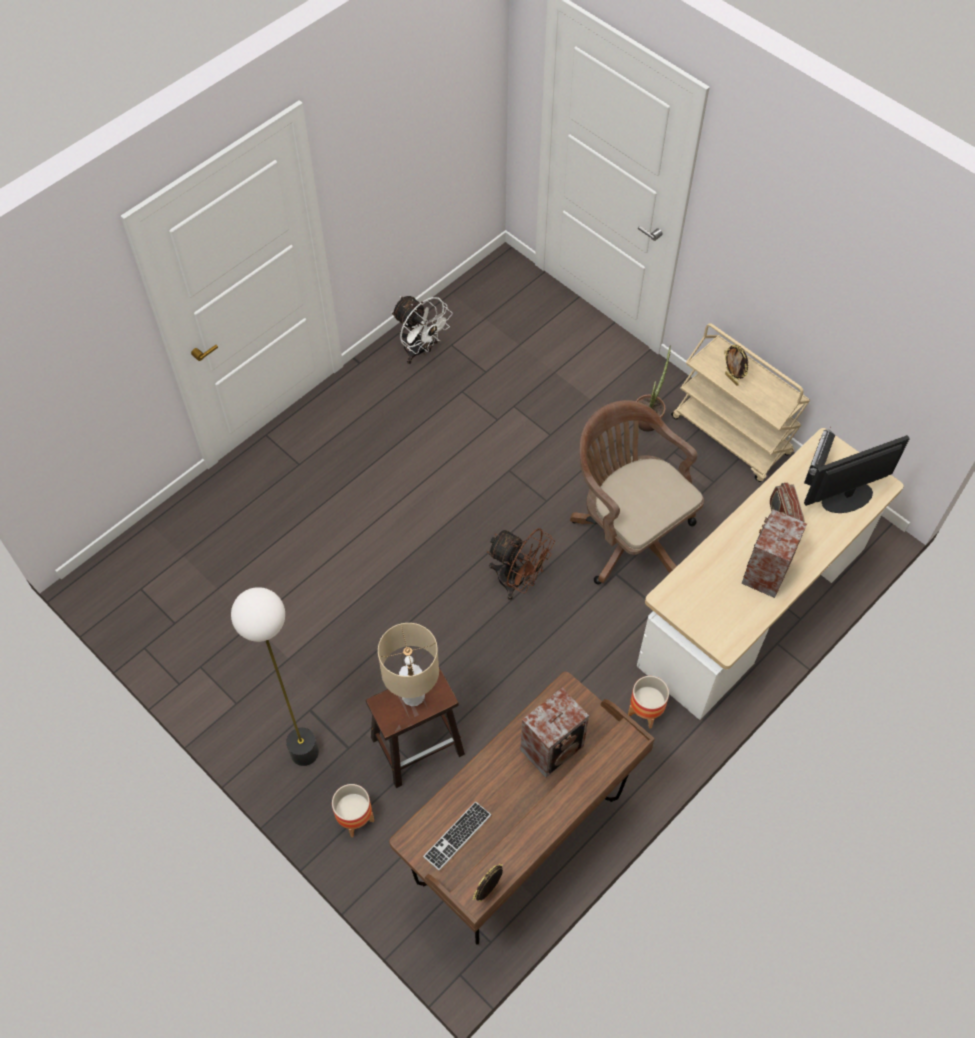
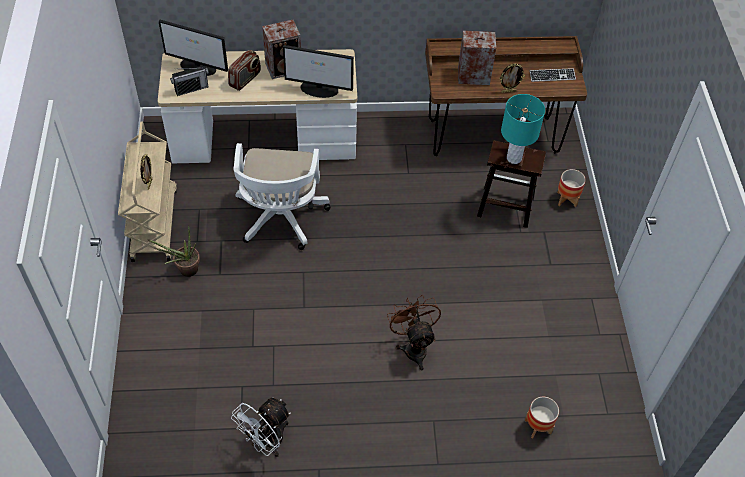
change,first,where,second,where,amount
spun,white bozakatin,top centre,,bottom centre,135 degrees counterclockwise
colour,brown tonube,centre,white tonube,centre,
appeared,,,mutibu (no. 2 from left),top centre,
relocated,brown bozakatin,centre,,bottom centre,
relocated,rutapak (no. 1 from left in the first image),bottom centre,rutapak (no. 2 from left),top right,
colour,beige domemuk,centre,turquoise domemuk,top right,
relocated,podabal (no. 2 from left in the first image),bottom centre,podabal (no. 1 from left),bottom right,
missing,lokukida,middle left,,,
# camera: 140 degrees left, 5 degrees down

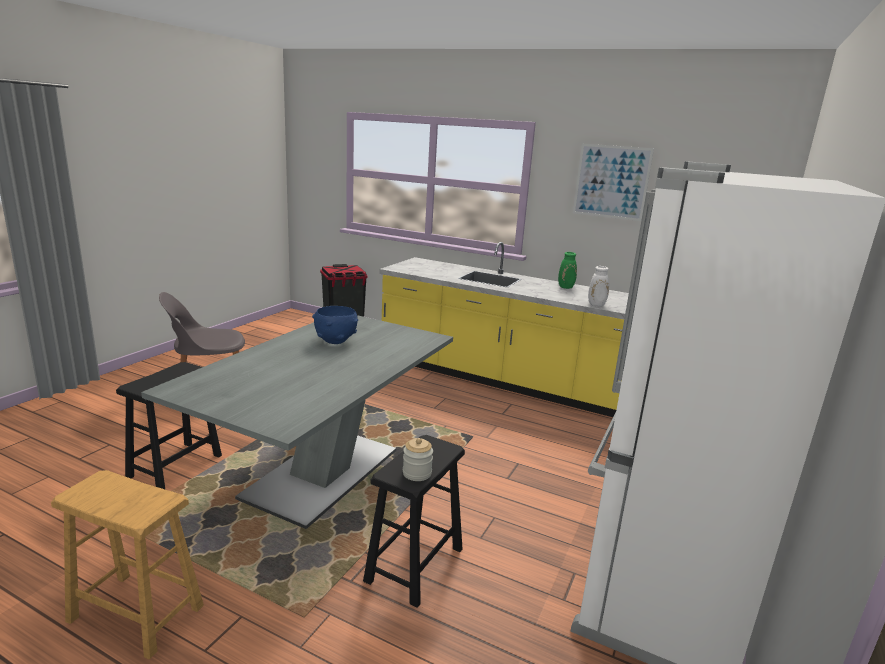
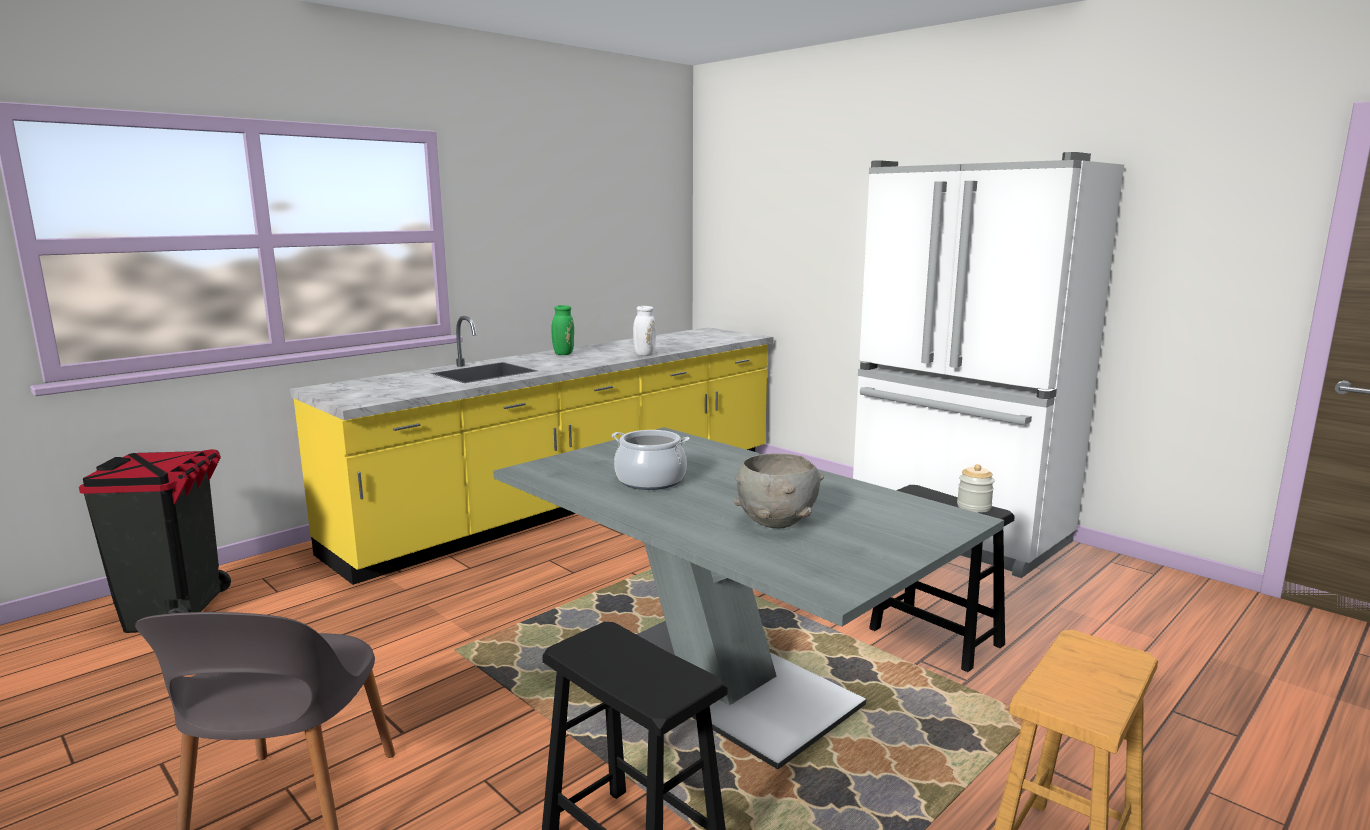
change,first,where,second,where,amount
exchanged,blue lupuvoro,centre,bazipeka,centre,
appeared,,,grey lupuvoro,centre,
missing,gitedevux,top right,,,
# camera: 70 degrees left, 5 degrees down

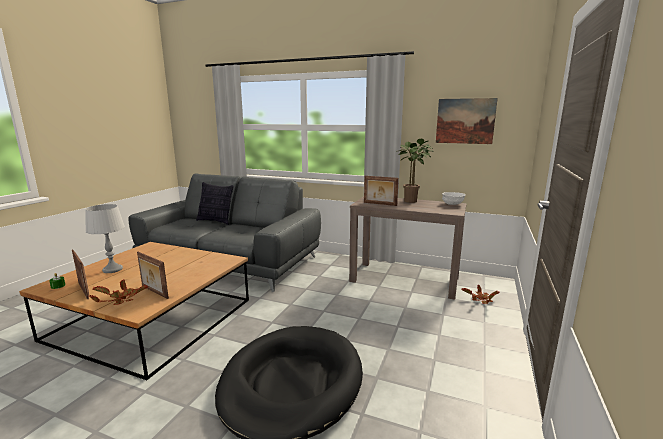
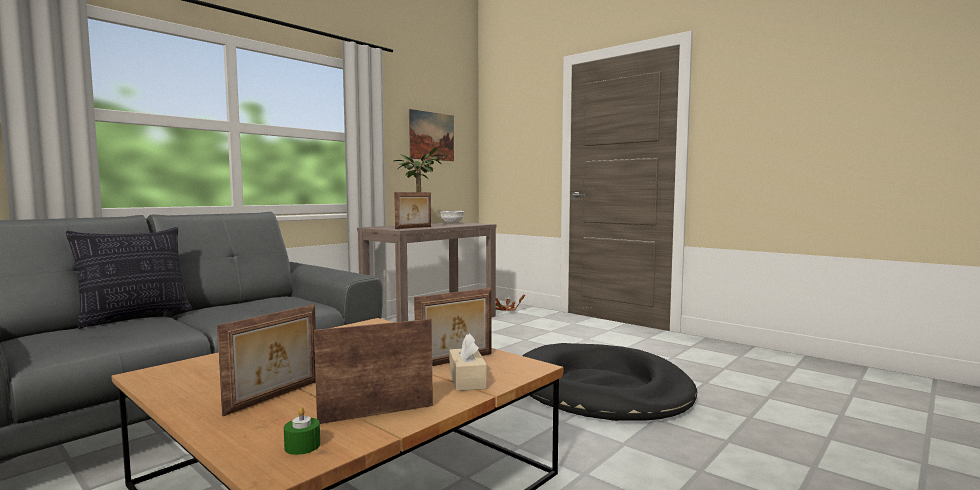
change,first,where,second,where,amount
exchanged,grey domemuk,middle left,rutapak (no. 1 from left),bottom left,
exchanged,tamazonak (no. 1 from left),middle left,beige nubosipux,bottom centre,
# camera: 70 degrees left, 10 degrees down

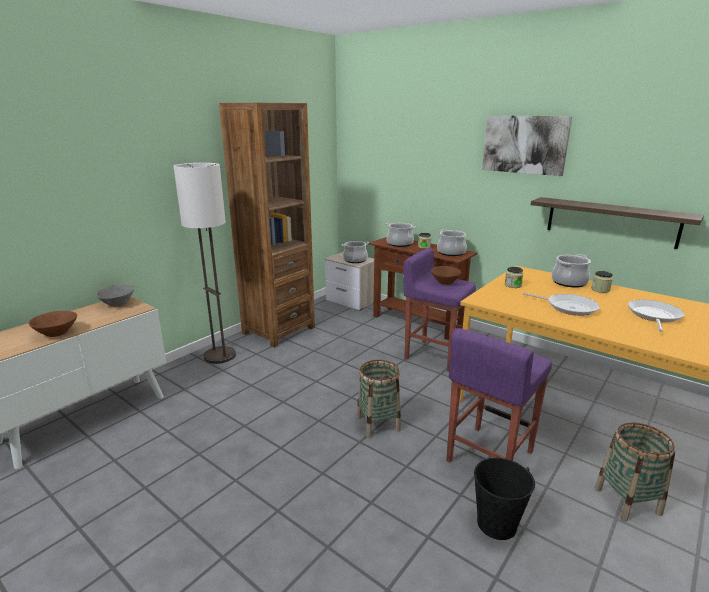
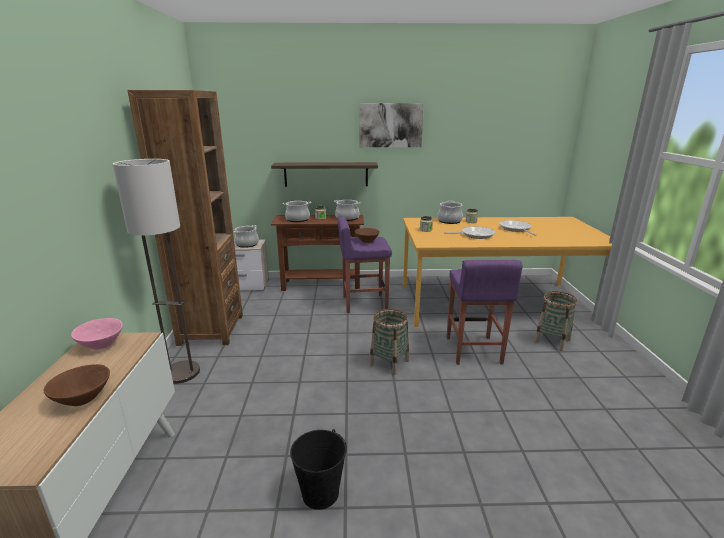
change,first,where,second,where,amount
colour,grey lupuvoro,middle left,pink lupuvoro,middle left,
relocated,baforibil,middle right,,top centre,
relocated,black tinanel,bottom right,,bottom centre,
# camera: 40 degrees left, 0 degrees up

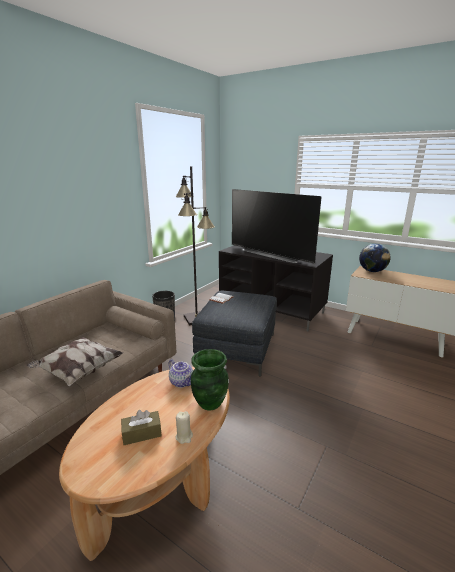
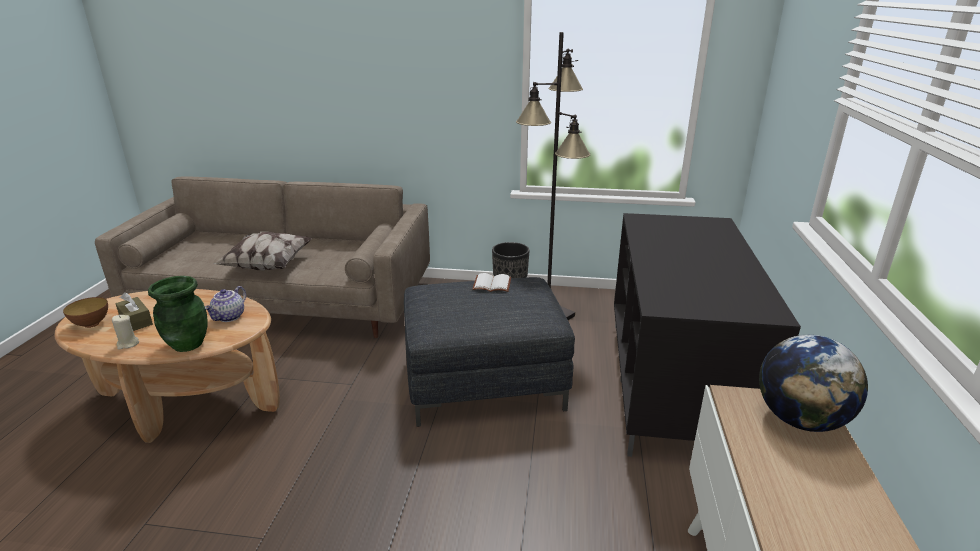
change,first,where,second,where,amount
appeared,,,lupuvoro,middle left,
missing,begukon,centre,,,
# camera: 65 degrees right, 5 degrees up

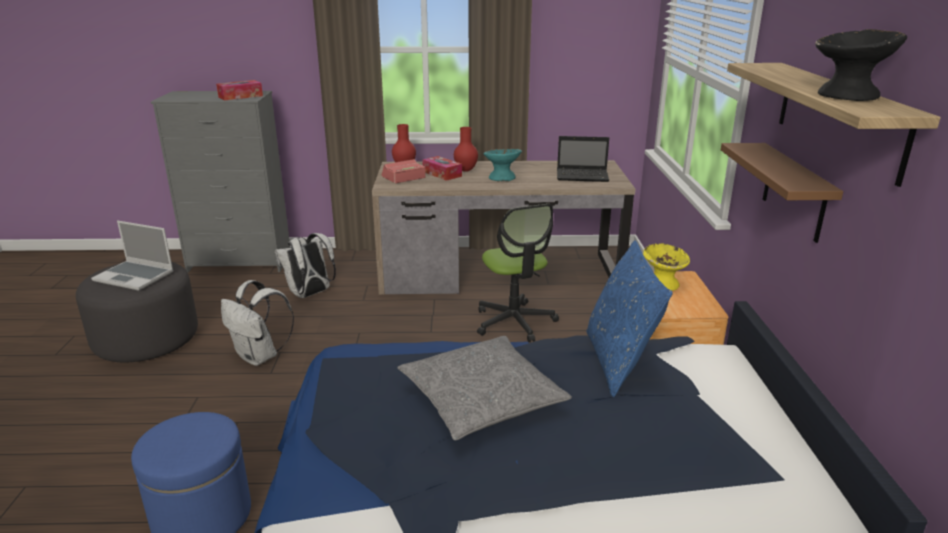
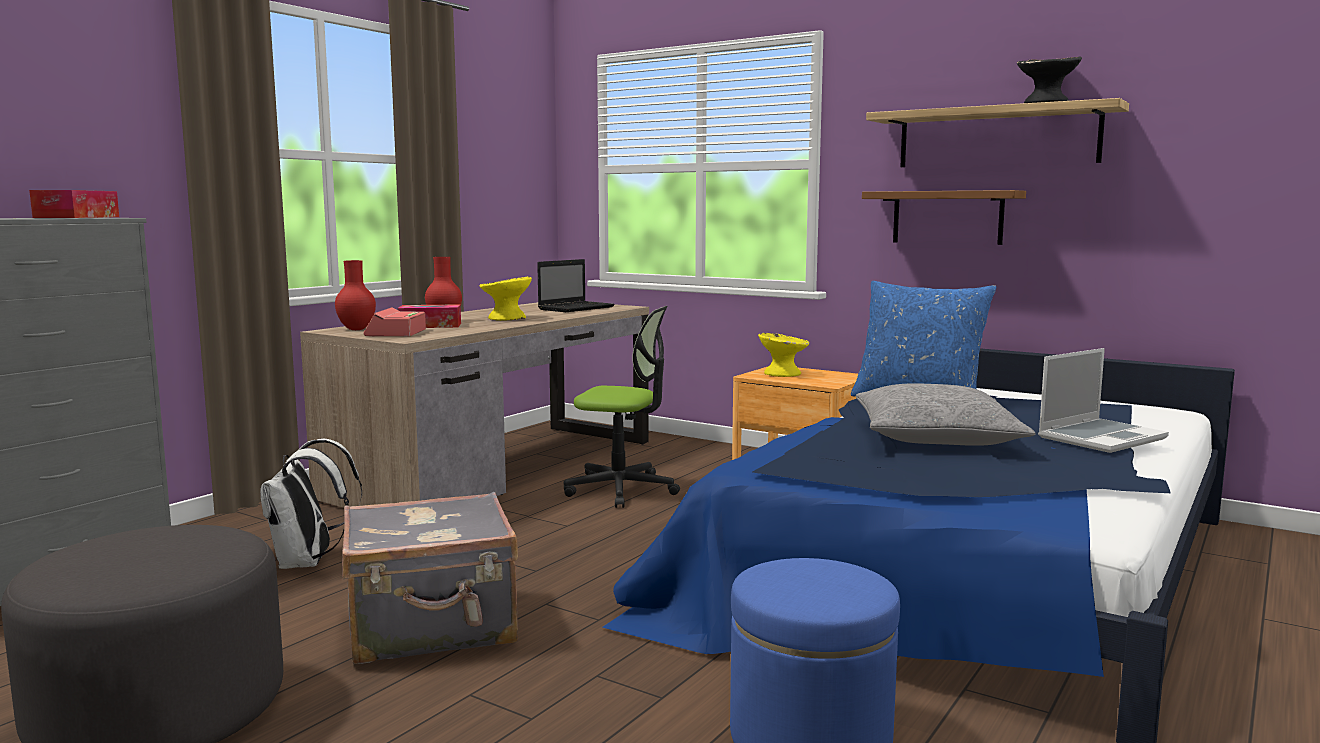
change,first,where,second,where,amount
exchanged,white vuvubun (no. 1 from left),middle left,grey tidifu,bottom left,
colour,turquoise lupuvoro,top centre,yellow lupuvoro (no. 1 from left),centre,
relocated,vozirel (no. 1 from left in the first image),middle left,vozirel (no. 2 from left),middle right,
# camera: 55 degrees left, 15 degrees down

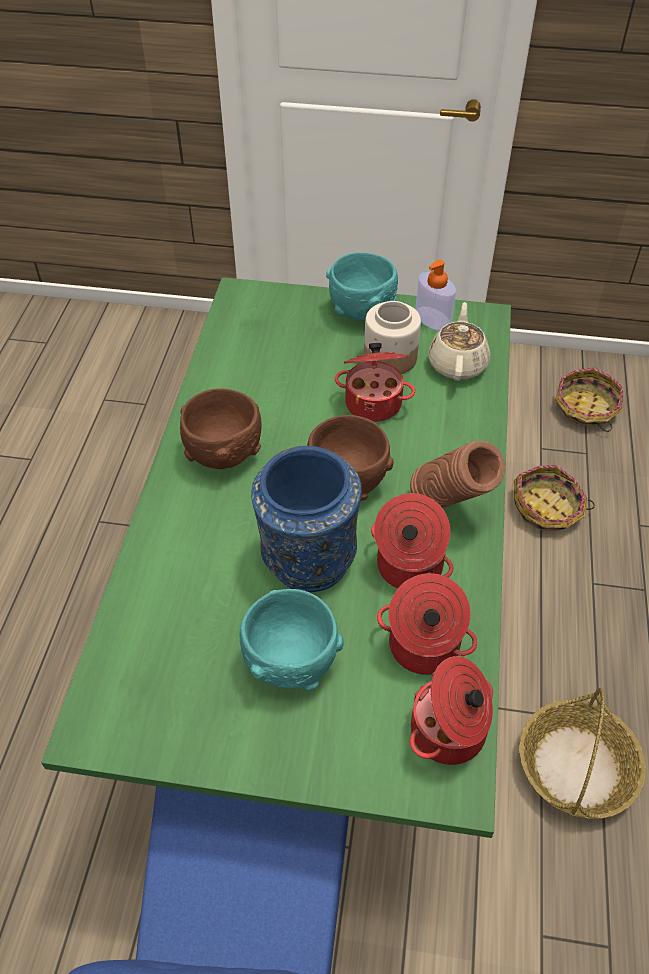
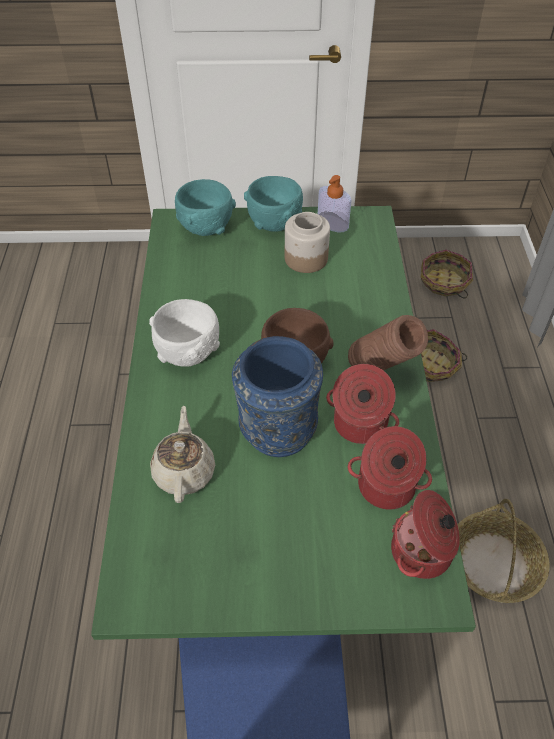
change,first,where,second,where,amount
colour,brown lupuvoro (no. 1 from left),centre,white lupuvoro,middle left,
relocated,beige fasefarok,middle right,,middle left,
relocated,turquoise lupuvoro (no. 1 from left),centre,,top centre,
missing,bazipeka (no. 1 from left),centre,,,
# camera: 10 degrees left, 0 degrees up

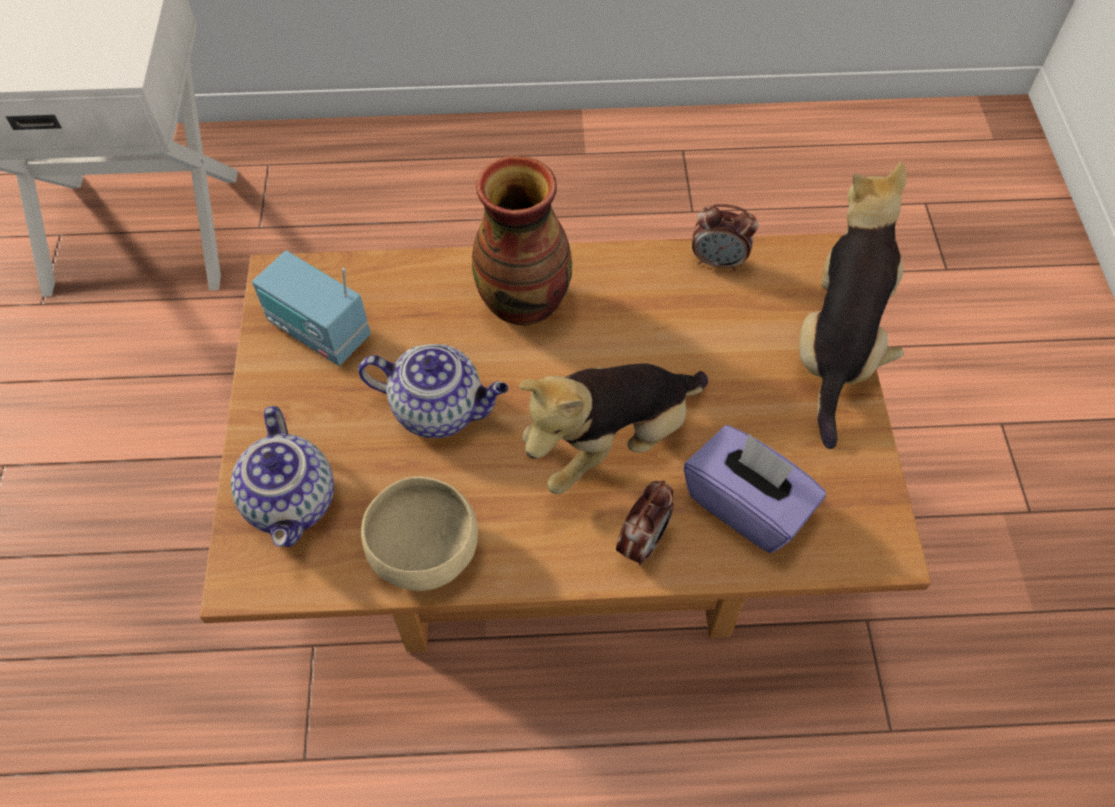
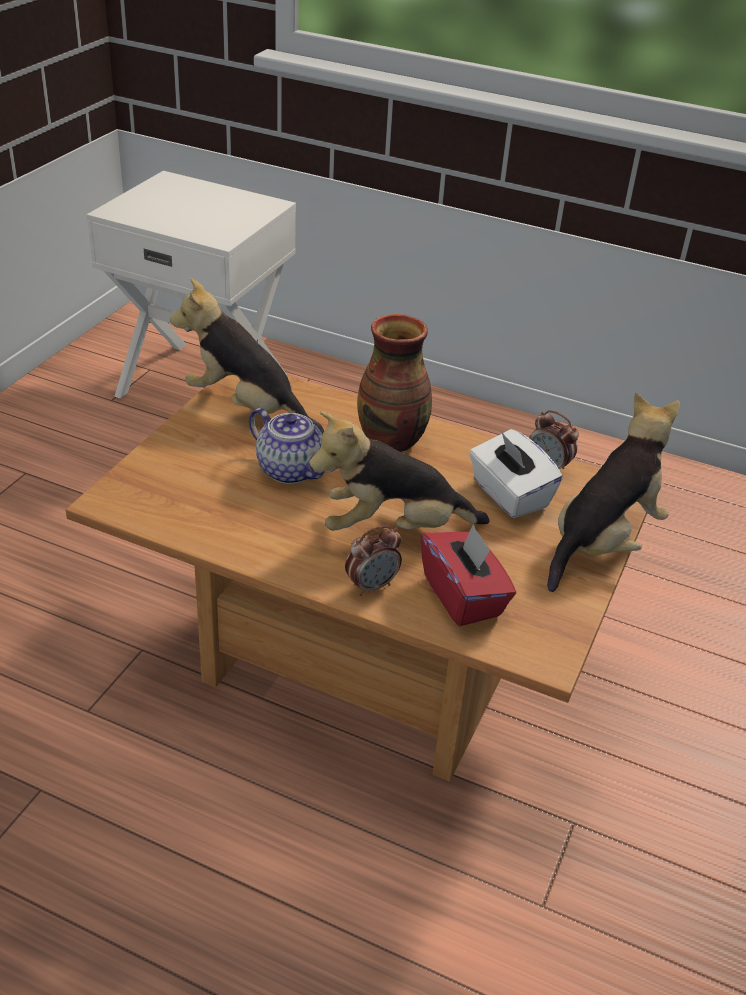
change,first,where,second,where,amount
exchanged,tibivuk,middle left,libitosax (no. 1 from left),middle left,
colour,purple nubosipux,middle right,red nubosipux,centre,
appeared,,,white nubosipux,middle right,
missing,fasefarok (no. 1 from left),middle left,,,
missing,beige lupuvoro,centre,,,
# camera: 25 degrees right, 20 degrees down

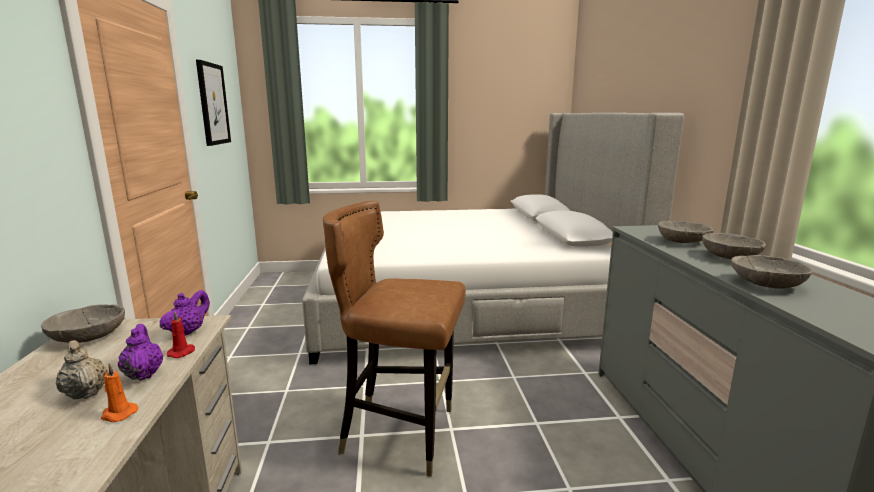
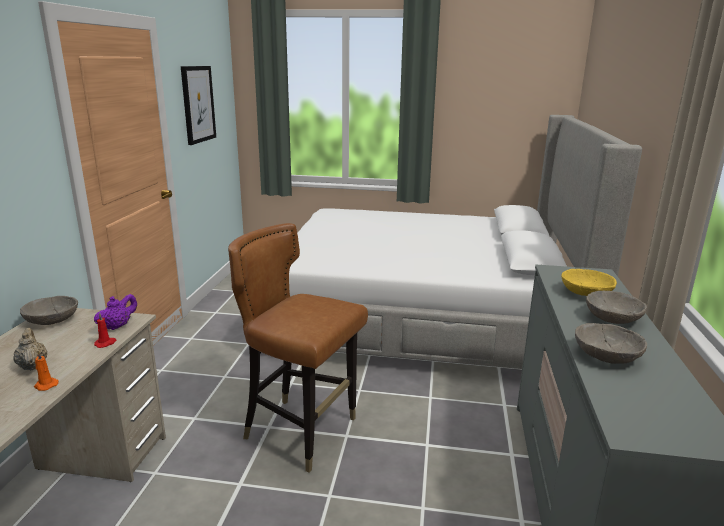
change,first,where,second,where,amount
colour,grey lupuvoro (no. 2 from left),middle right,yellow lupuvoro,middle right,
missing,purple fasefarok (no. 1 from left),bottom left,,,
# camera: 15 degrees right, 5 degrees up

